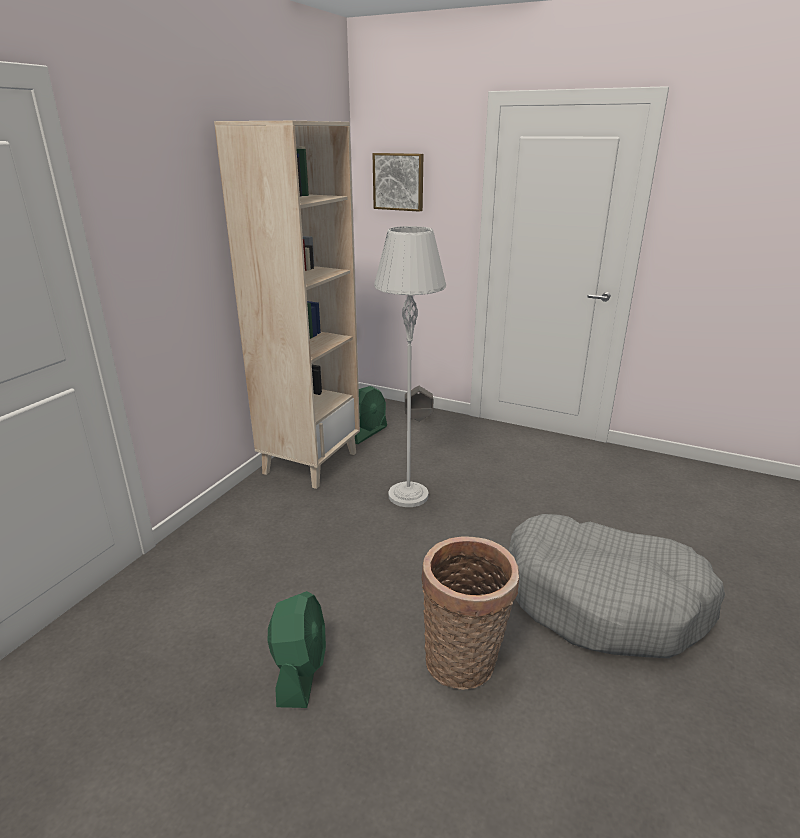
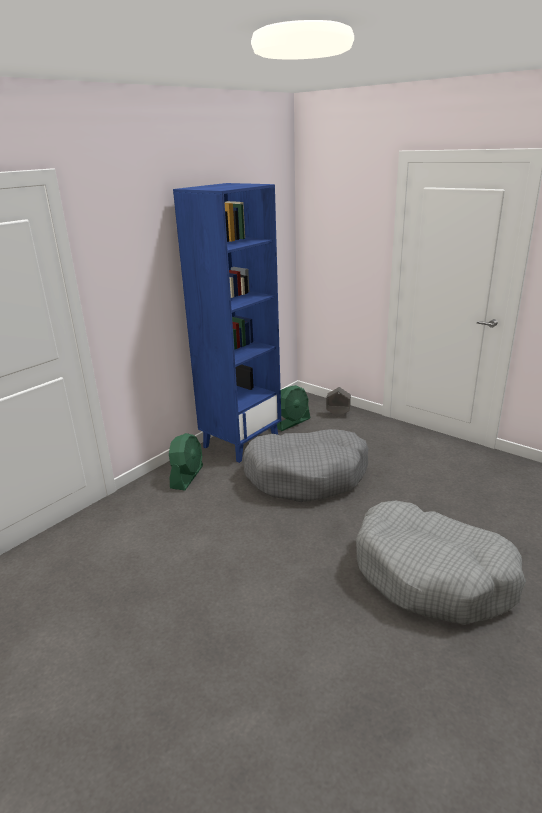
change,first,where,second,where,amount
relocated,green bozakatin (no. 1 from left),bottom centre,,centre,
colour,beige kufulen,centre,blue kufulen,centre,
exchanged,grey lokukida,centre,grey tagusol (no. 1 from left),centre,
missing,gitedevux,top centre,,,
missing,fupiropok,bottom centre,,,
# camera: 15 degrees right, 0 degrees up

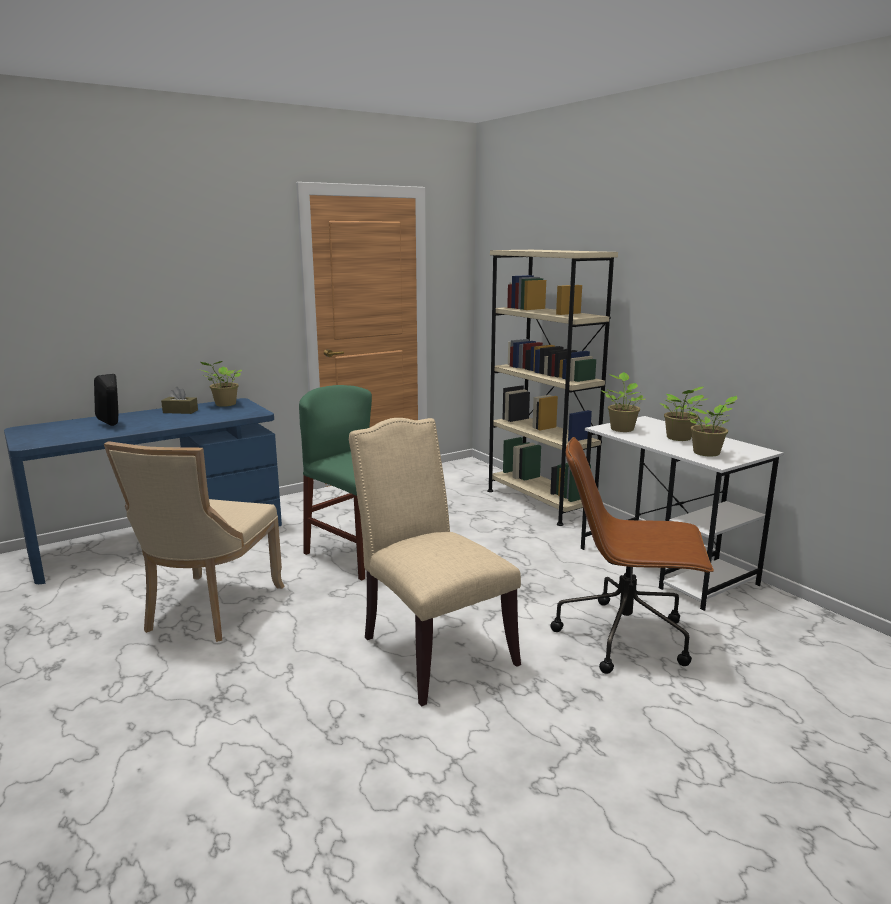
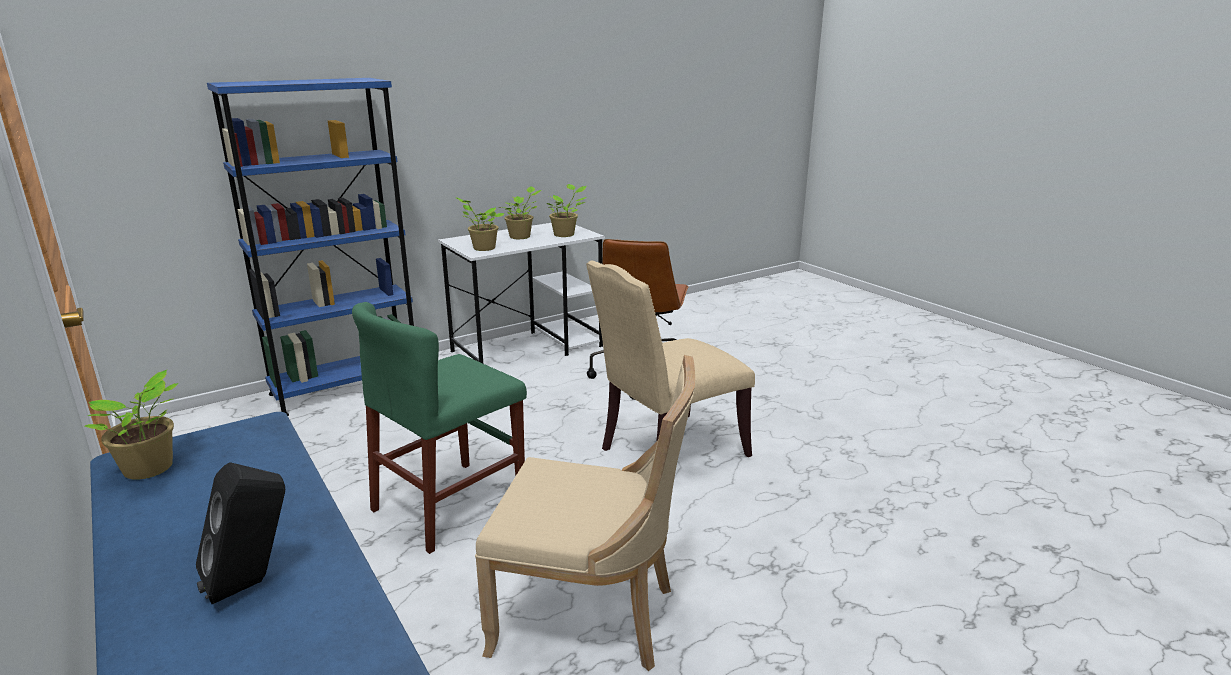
change,first,where,second,where,amount
colour,beige kufulen,centre,blue kufulen,middle left,
missing,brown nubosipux,middle left,,,
# camera: 90 degrees left, 5 degrees up

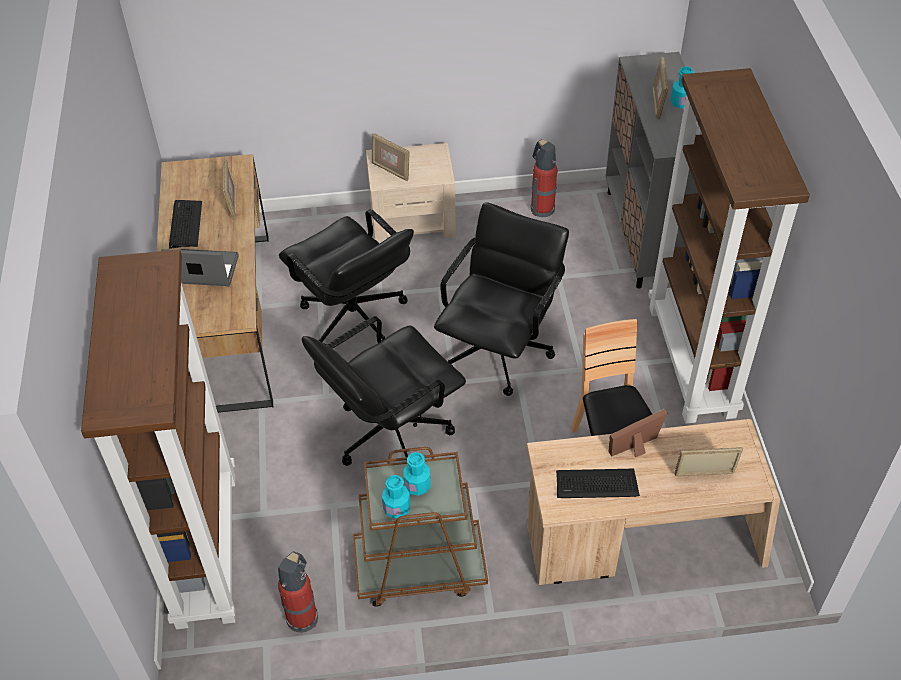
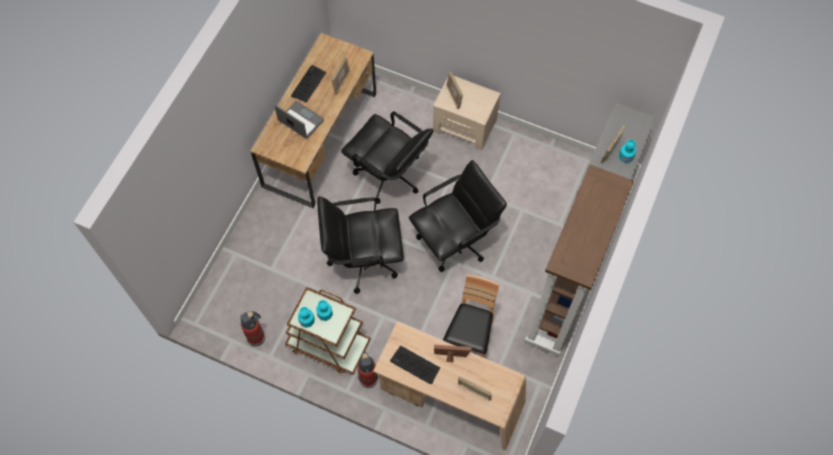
change,first,where,second,where,amount
spun,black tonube (no. 1 from left in the first image),centre,black tonube (no. 2 from left),centre,45 degrees counterclockwise
relocated,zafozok (no. 2 from left),top centre,,bottom centre,
missing,brown kufulen (no. 1 from left),middle left,,,
# camera: 30 degrees right, 15 degrees up

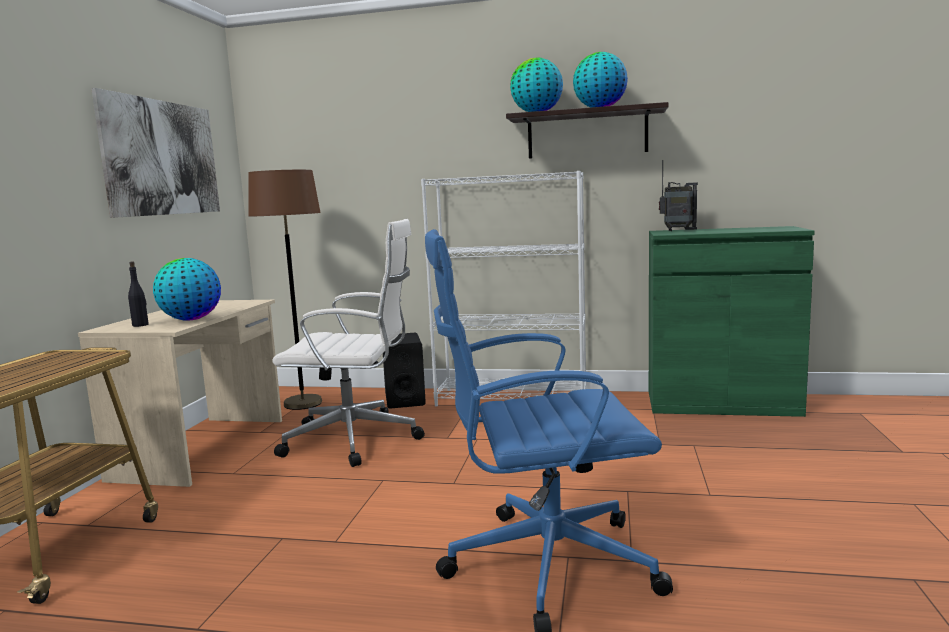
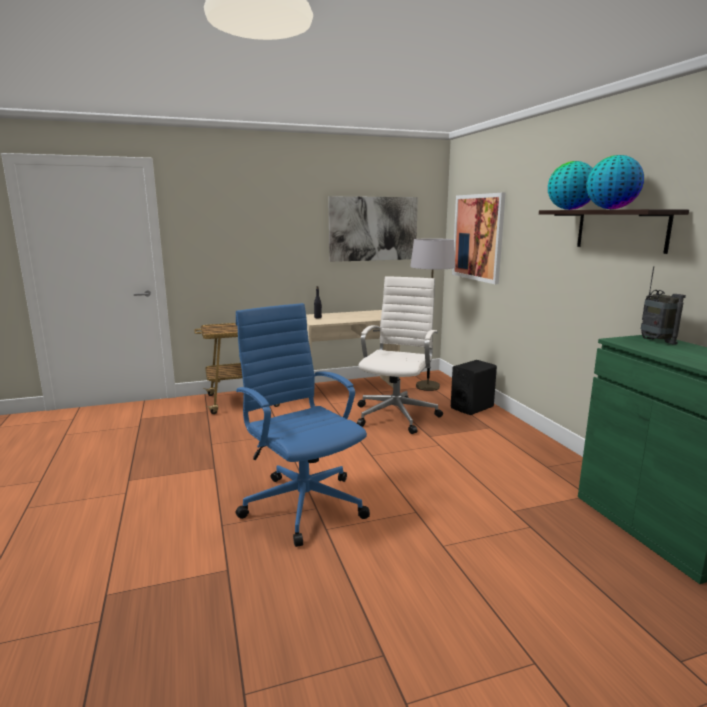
change,first,where,second,where,amount
spun,white tonube,centre,,centre,135 degrees counterclockwise
colour,brown lokukida,middle left,grey lokukida,centre,
appeared,,,gitedevux (no. 2 from left),middle right,
missing,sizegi (no. 1 from left),middle left,,,
missing,white kufulen,centre,,,
# camera: 60 degrees right, 5 degrees up

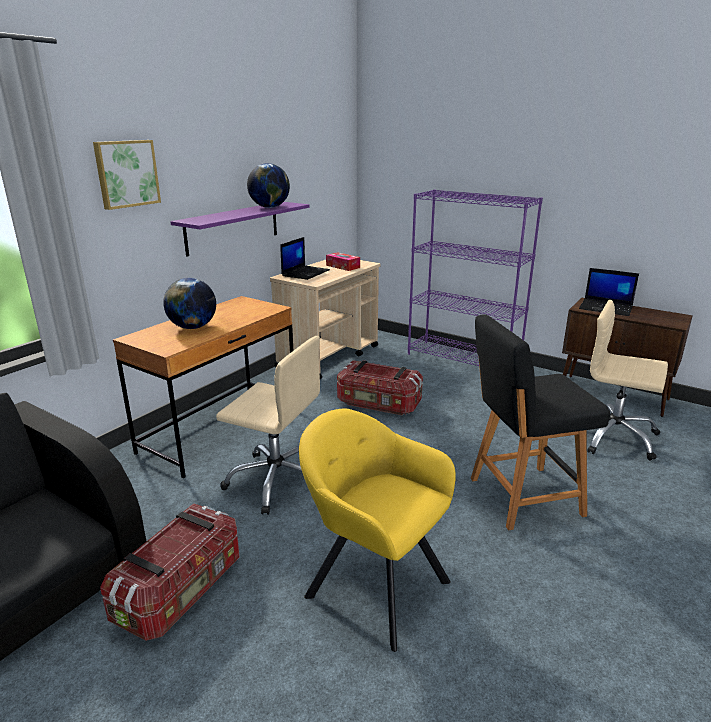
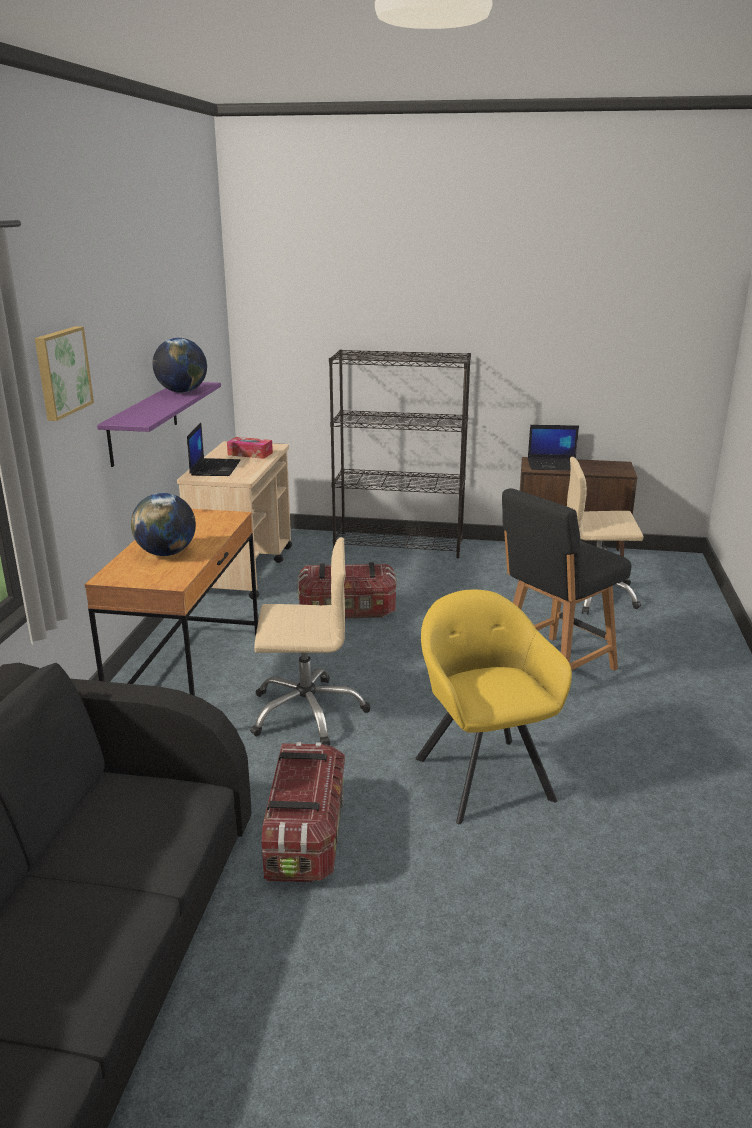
change,first,where,second,where,amount
colour,purple kufulen,middle right,black kufulen,centre,
spun,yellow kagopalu,bottom centre,,centre,60 degrees clockwise
# camera: 25 degrees left, 0 degrees up

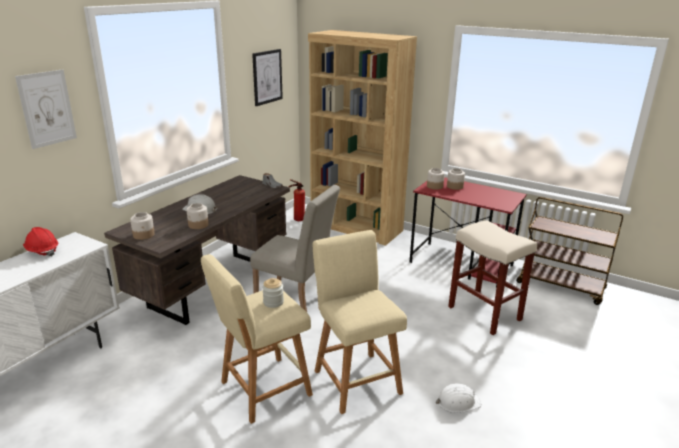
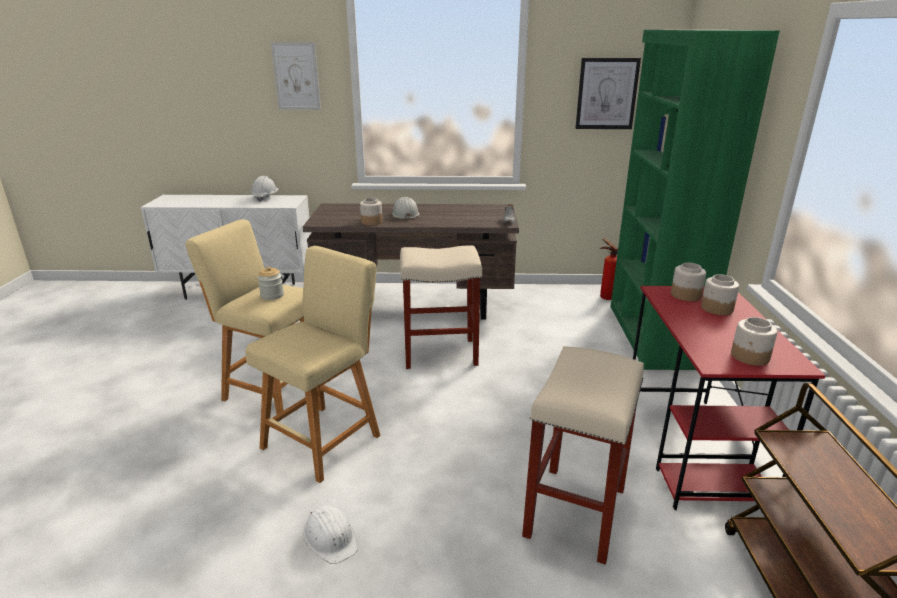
change,first,where,second,where,amount
colour,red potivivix,middle left,white potivivix (no. 1 from left),top left,
exchanged,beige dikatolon,centre,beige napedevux (no. 3 from left),centre,
colour,brown kufulen,top centre,green kufulen,middle right,
relocated,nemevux (no. 1 from left in the first image),middle left,nemevux (no. 5 from left),middle right,
# camera: 60 degrees right, 0 degrees up

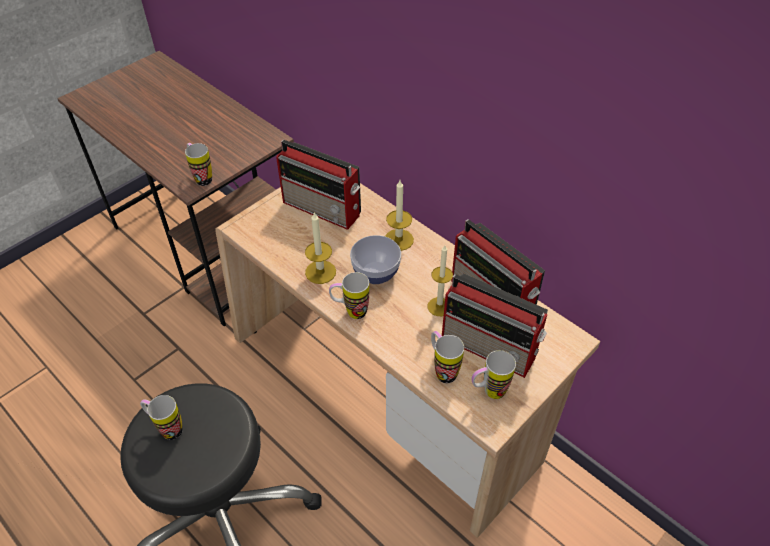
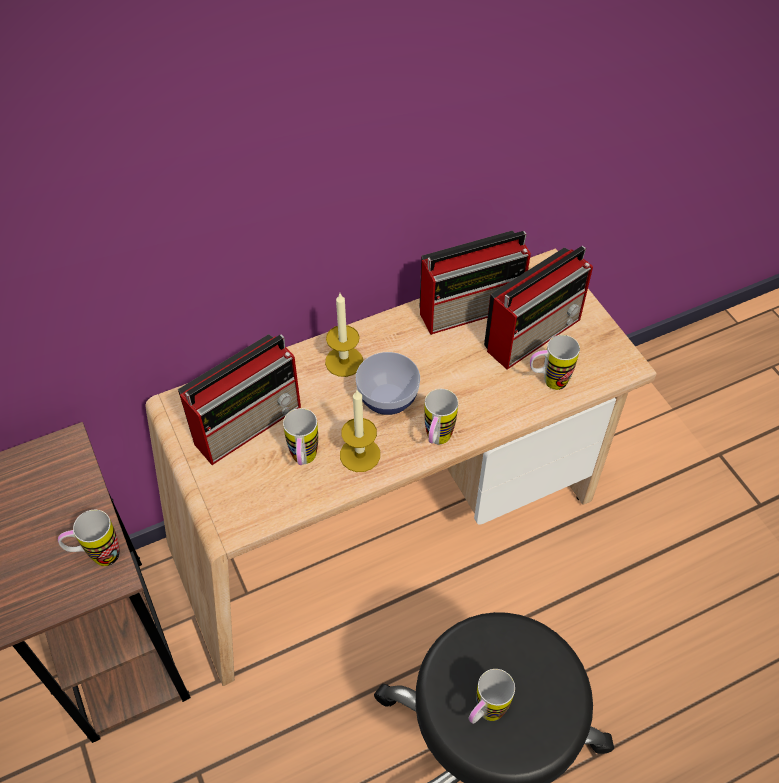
change,first,where,second,where,amount
relocated,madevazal (no. 5 from left in the first image),bottom centre,madevazal (no. 2 from left),centre,
missing,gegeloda (no. 3 from left),centre,,,
# camera: 70 degrees left, 5 degrees up

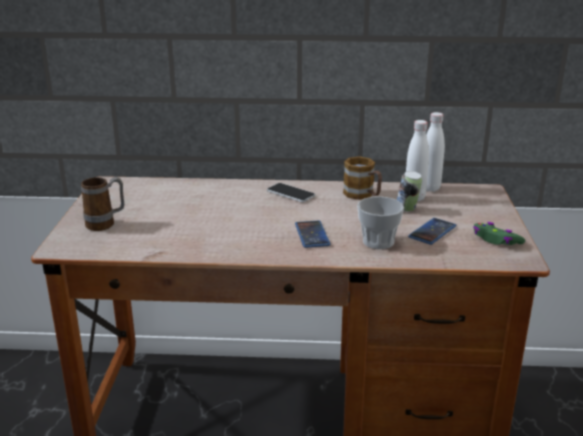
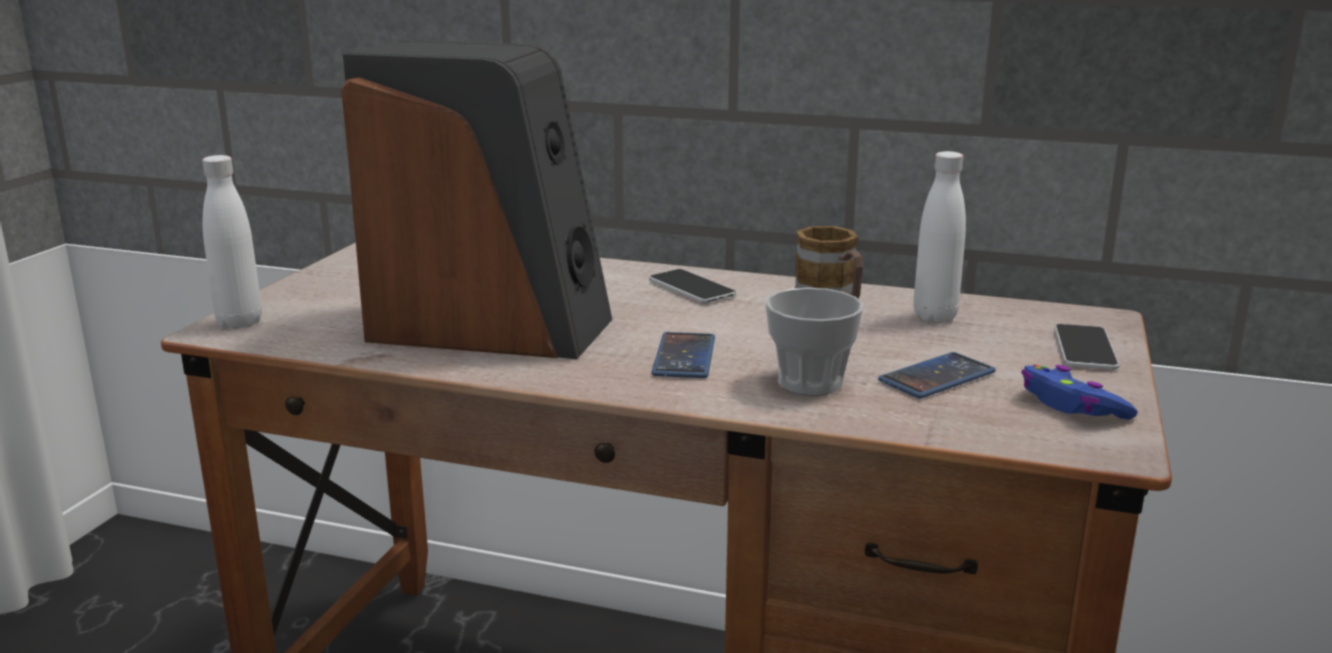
change,first,where,second,where,amount
relocated,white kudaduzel (no. 2 from left in the first image),middle right,white kudaduzel (no. 1 from left),middle left,
appeared,,,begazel,top centre,
colour,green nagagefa,middle right,blue nagagefa,middle right,
appeared,,,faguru (no. 4 from left),middle right,
missing,madevazal (no. 1 from left),middle left,,,
missing,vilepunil,middle right,,,
# camera: 15 degrees right, 5 degrees down

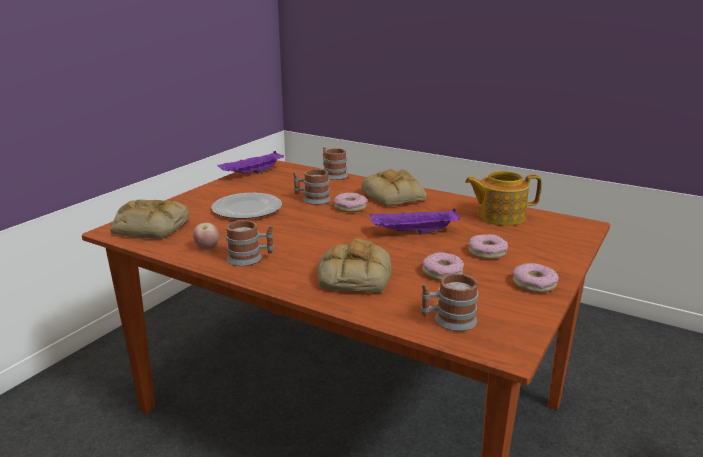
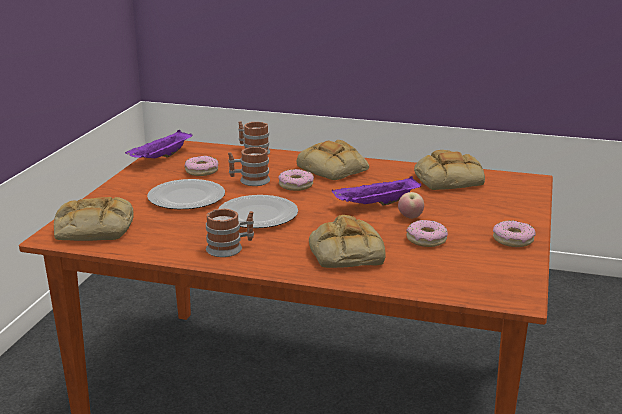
change,first,where,second,where,amount
relocated,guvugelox (no. 3 from left in the first image),middle right,guvugelox (no. 1 from left),middle left,
appeared,,,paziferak (no. 2 from left),centre,
relocated,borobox,middle left,,centre,
exchanged,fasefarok,middle right,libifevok (no. 4 from left),middle right,
missing,madevazal (no. 4 from left),centre,,,
# camera: 15 degrees left, 0 degrees up

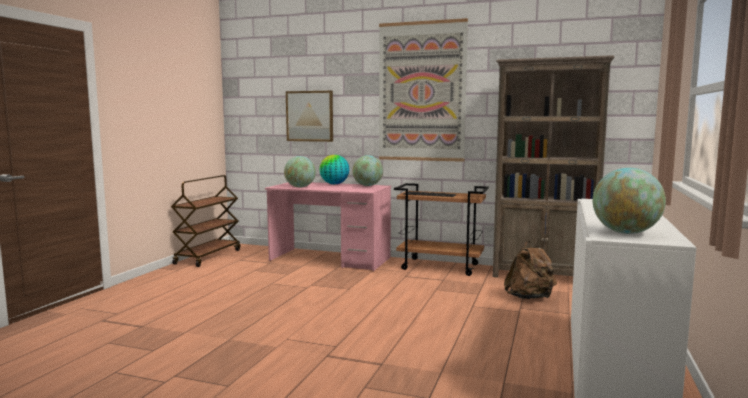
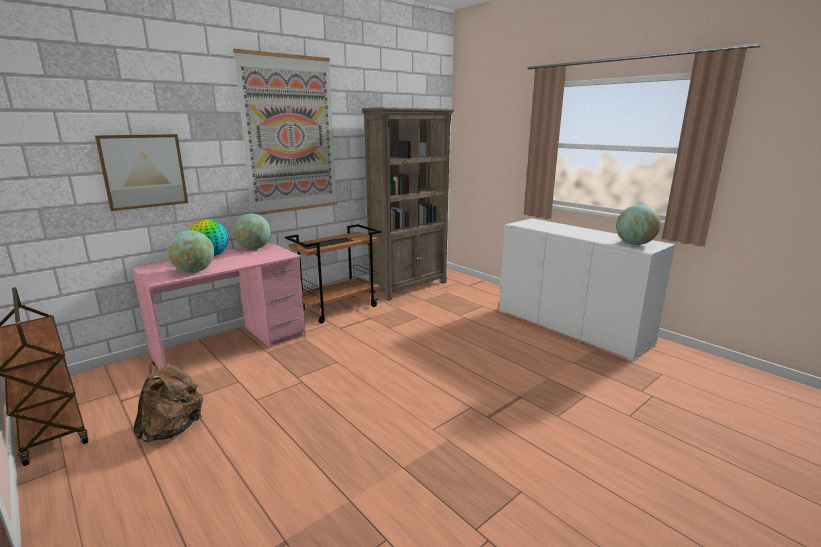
change,first,where,second,where,amount
relocated,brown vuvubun,bottom right,,bottom left,
# camera: 60 degrees left, 10 degrees up

